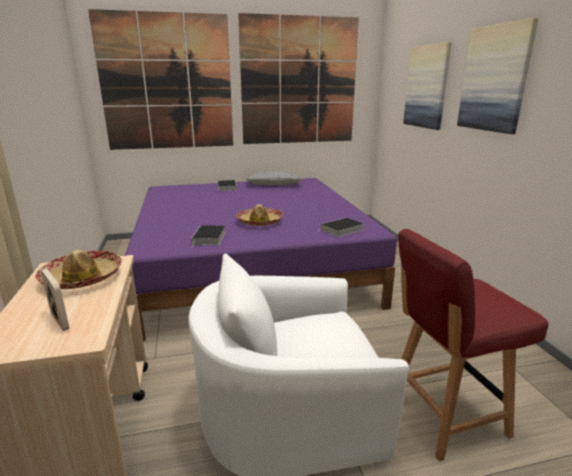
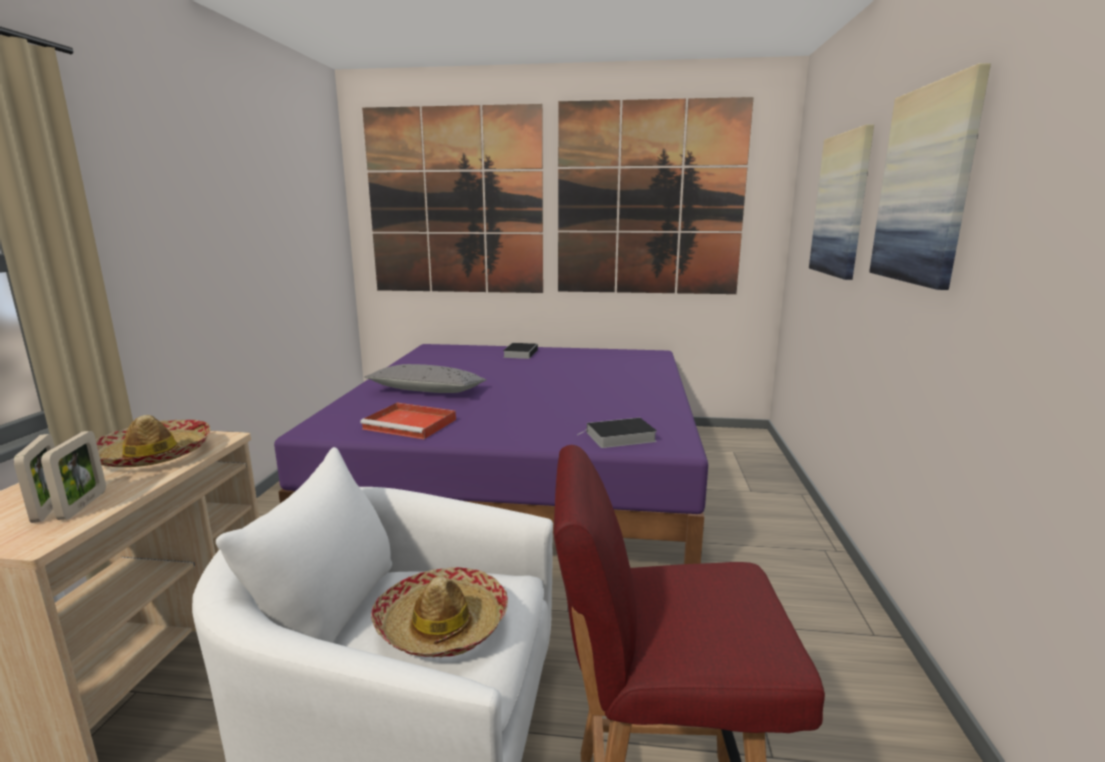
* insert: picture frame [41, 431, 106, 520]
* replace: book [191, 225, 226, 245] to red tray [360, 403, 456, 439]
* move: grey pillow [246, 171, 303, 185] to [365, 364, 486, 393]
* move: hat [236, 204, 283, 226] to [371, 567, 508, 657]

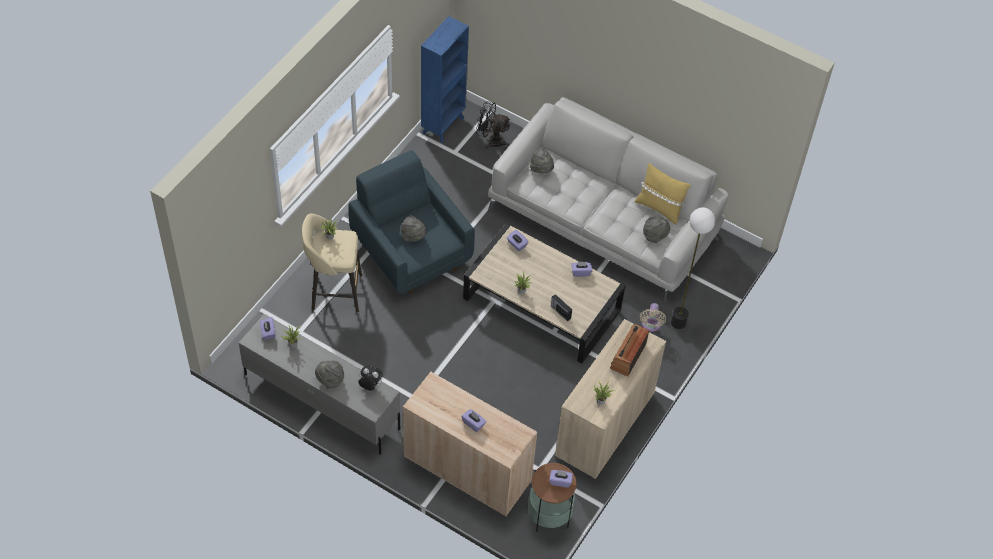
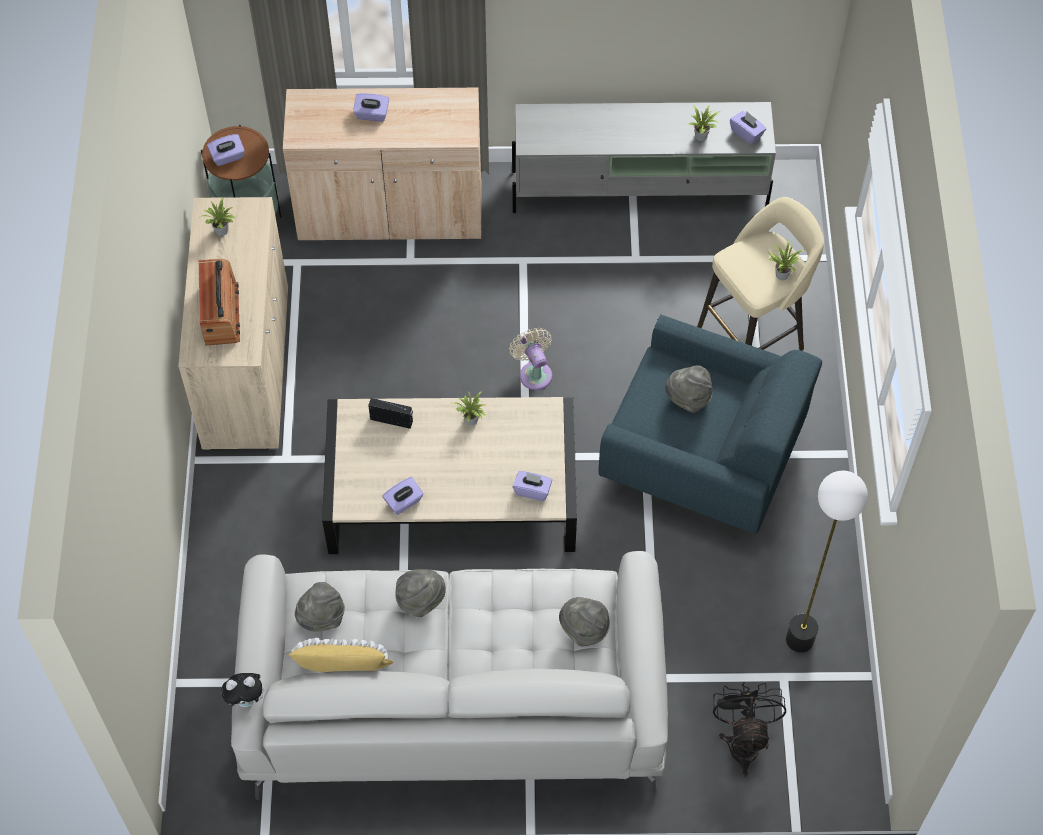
* move: plush toy [358, 366, 383, 391] to [221, 673, 267, 707]
* move: grey hat [315, 361, 344, 389] to [395, 569, 446, 617]
* move: beige fan [640, 303, 666, 332] to [509, 328, 552, 390]
* rotate: black fan [476, 101, 510, 149] = [713, 682, 786, 777] 75 degrees counterclockwise
* move: floor lamp [671, 207, 716, 329] to [786, 471, 868, 653]
* delete: blue bookcase [421, 16, 469, 143]

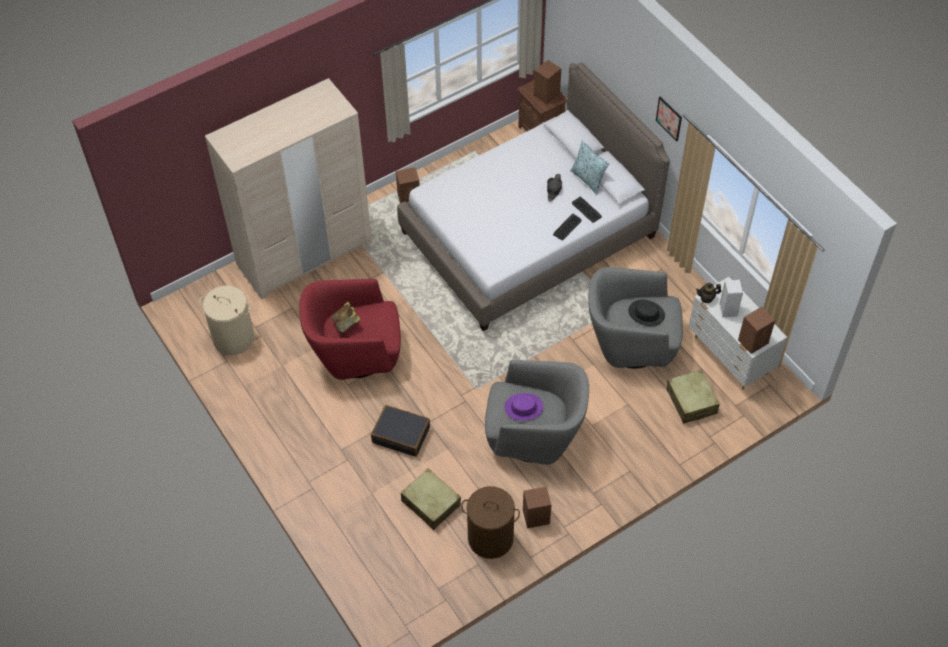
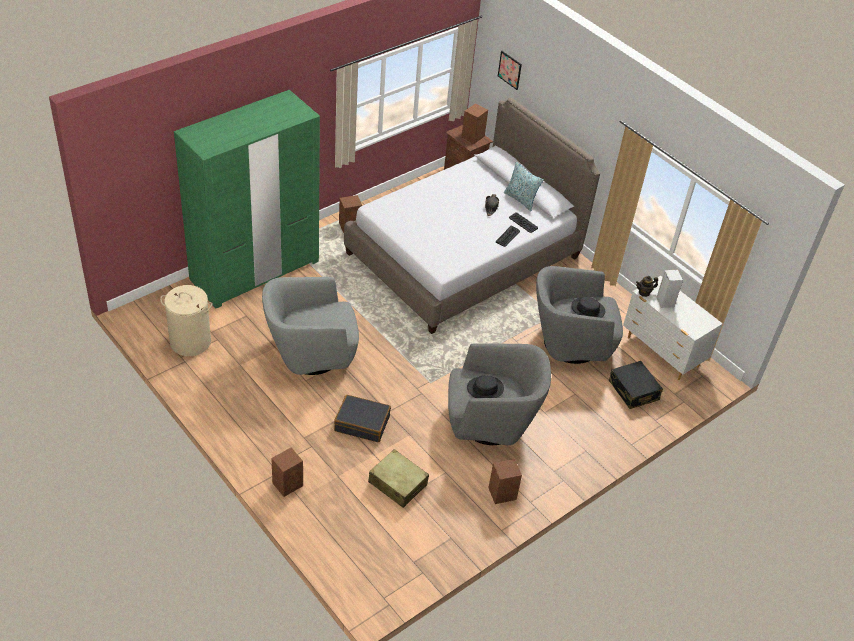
* recolor: beige wardrobe [205, 78, 372, 299] to green wardrobe [174, 90, 320, 308]
* recolor: red armchair [299, 279, 401, 380] to grey armchair [262, 277, 359, 375]
* move: brown speaker [738, 307, 775, 354] to [271, 448, 303, 497]
* recolor: purple hat [505, 393, 543, 421] to black hat [467, 375, 504, 398]
* move: picture [656, 96, 682, 141] to [498, 51, 522, 90]
* recolor: beige suitcase [666, 369, 720, 424] to black suitcase [609, 361, 663, 409]
* delete: book [332, 302, 361, 332]
* delete: brown laundry basket [461, 486, 520, 559]

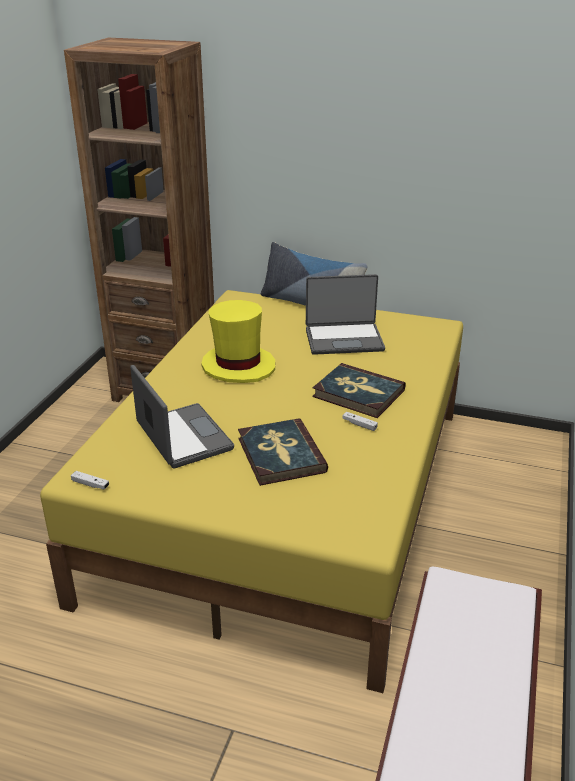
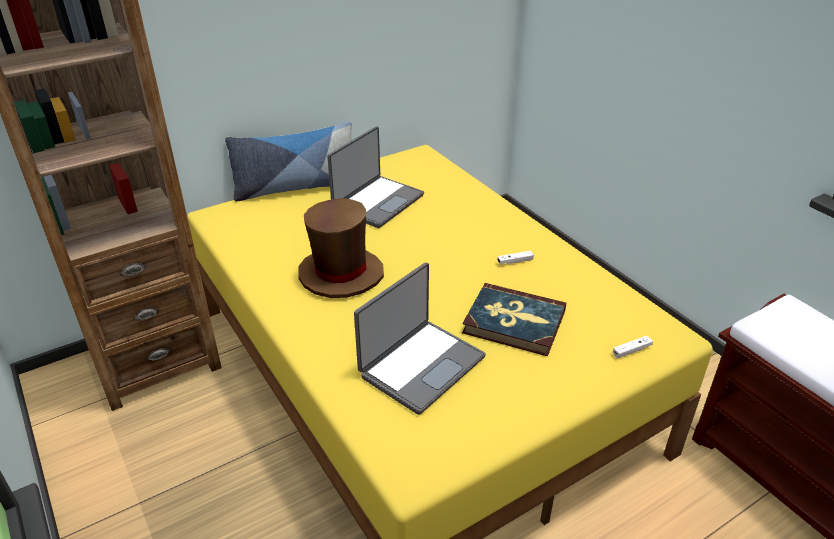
* recolor: yellow hat [201, 300, 275, 383] to brown hat [298, 198, 384, 298]
* rotate: laptop [130, 365, 234, 469] = [354, 262, 486, 415] 120 degrees clockwise
* move: white game controller [71, 471, 109, 490] to [613, 336, 653, 358]
* delete: book [312, 363, 406, 418]

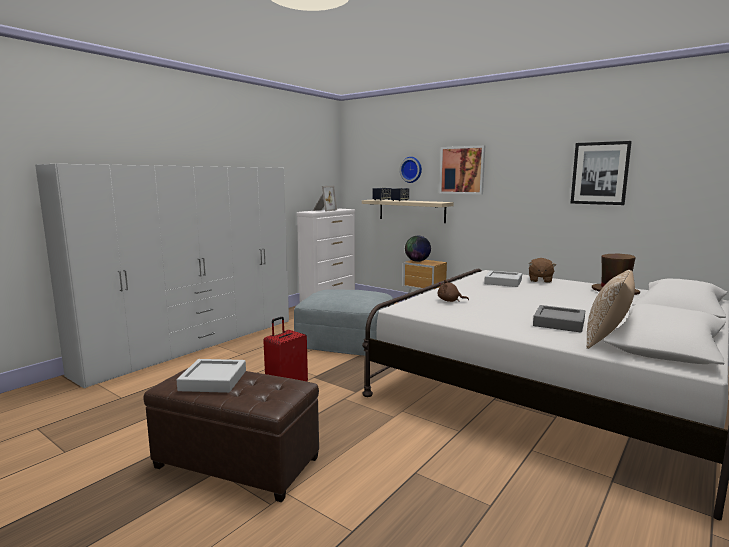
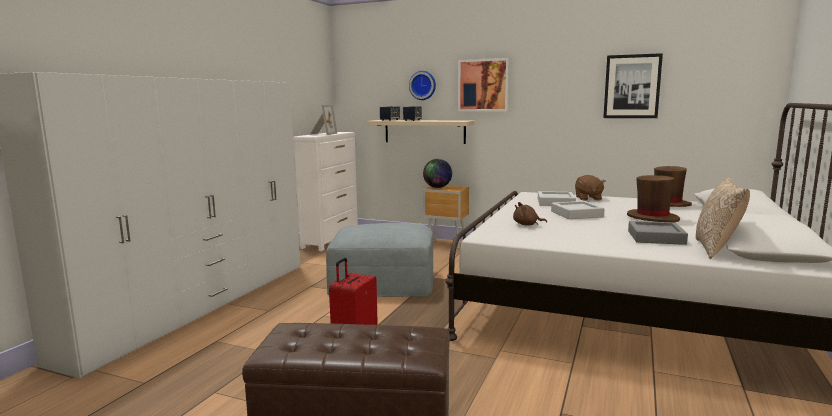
* move: grey tray [177, 359, 246, 393] to [551, 201, 605, 219]
* insert: brown hat [627, 175, 680, 222]

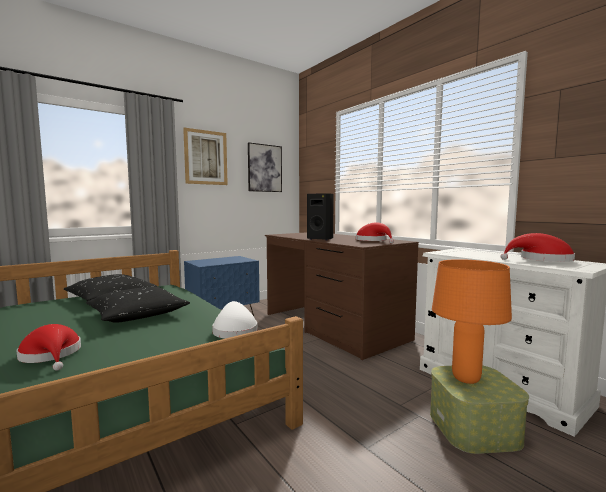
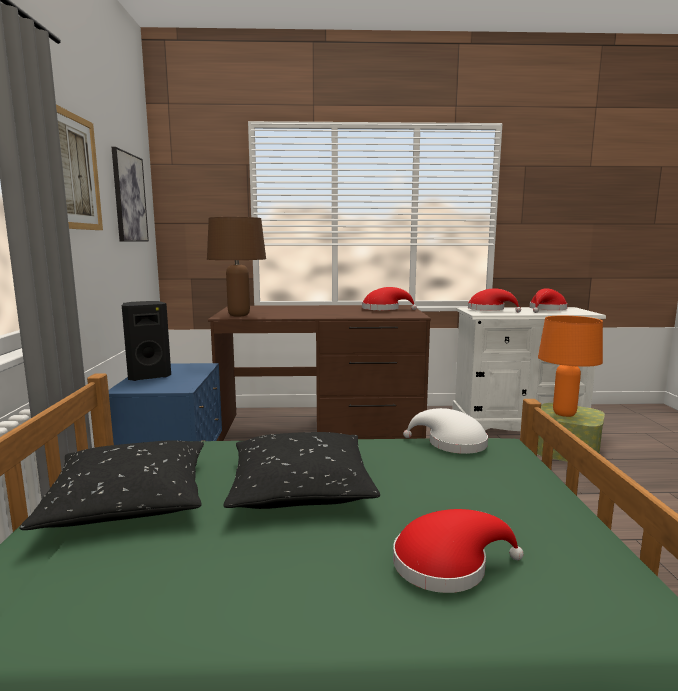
* move: black speaker [307, 193, 334, 240] to [122, 301, 171, 381]
* insert: brown table lamp [207, 217, 266, 316]
* insert: red hat [468, 288, 521, 312]

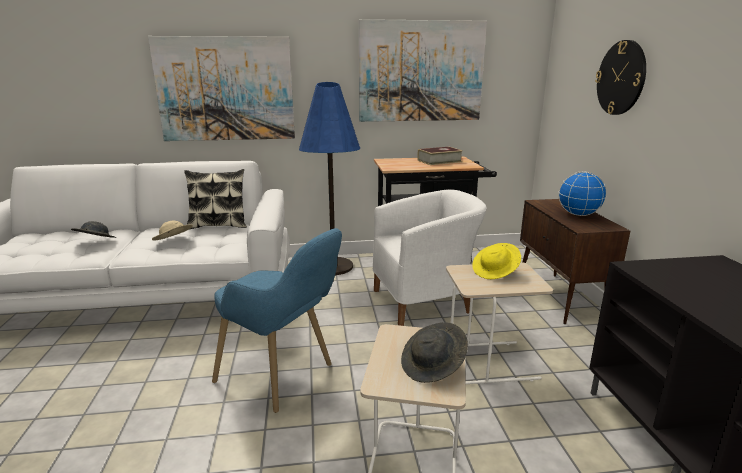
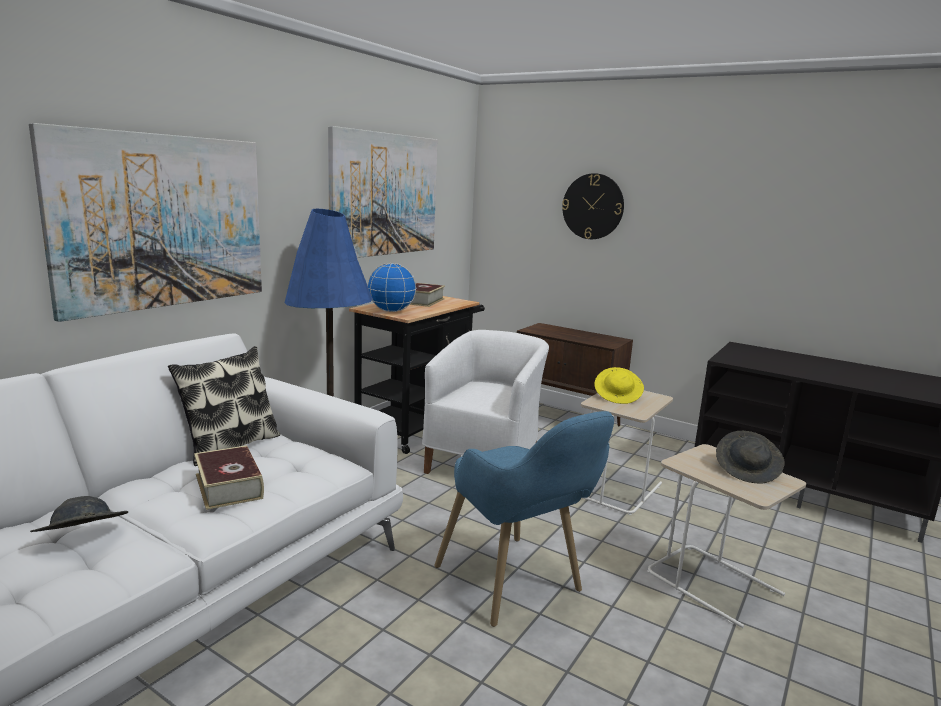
* replace: beige hat [152, 220, 193, 240] to book [194, 445, 264, 510]
* move: globe [559, 171, 607, 216] to [368, 263, 417, 312]
* rotate: blue armchair [212, 228, 342, 413] = [434, 411, 614, 627] 75 degrees clockwise

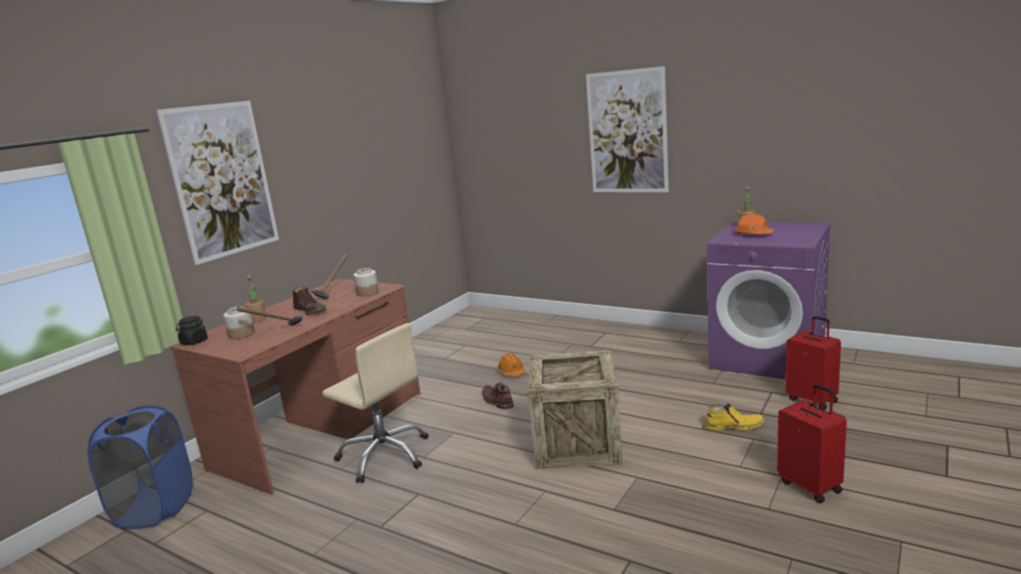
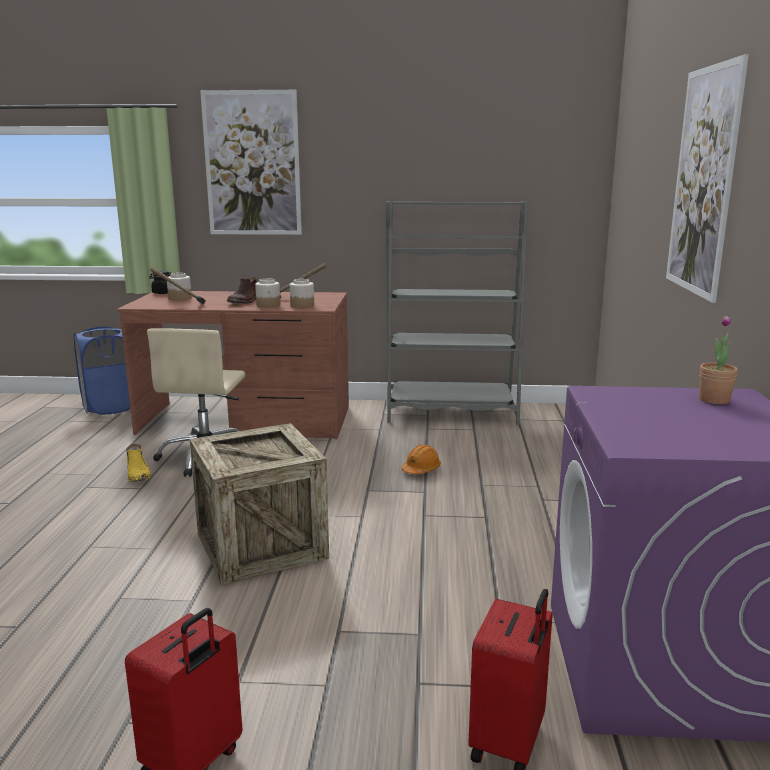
* move: yellow boot [705, 403, 765, 430] to [126, 444, 151, 482]
* insert: jar [255, 279, 280, 308]
* insert: grey bookcase [386, 201, 528, 425]
* delete: potted plant [245, 275, 266, 322]
* delete: brown boot [482, 382, 514, 409]
* delete: orange hard hat [735, 213, 774, 234]

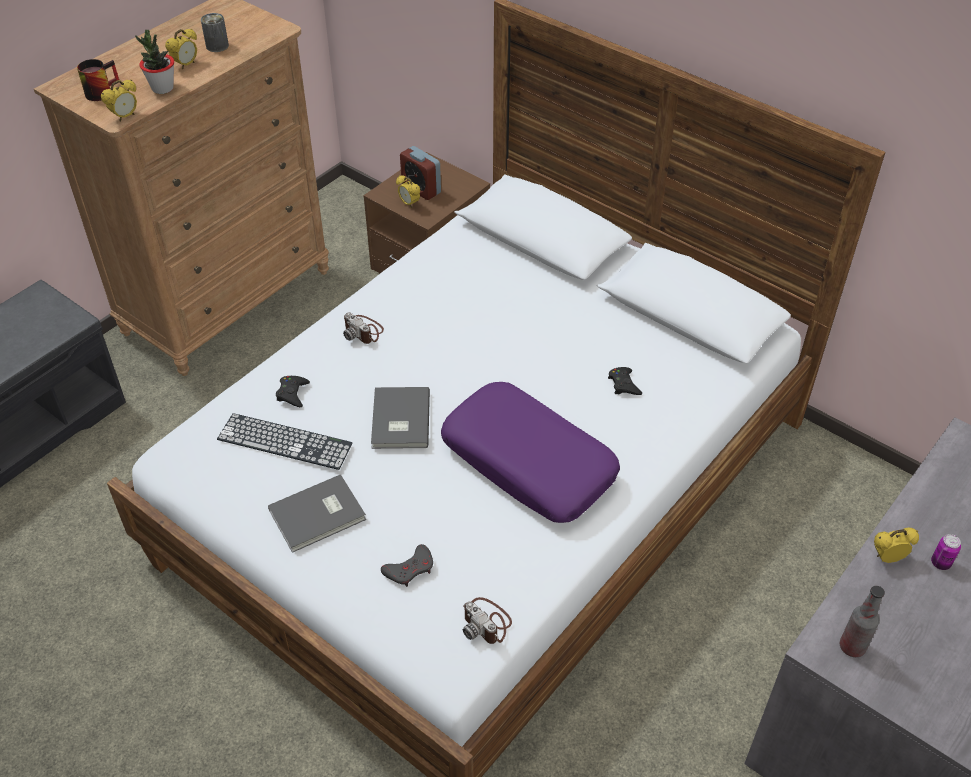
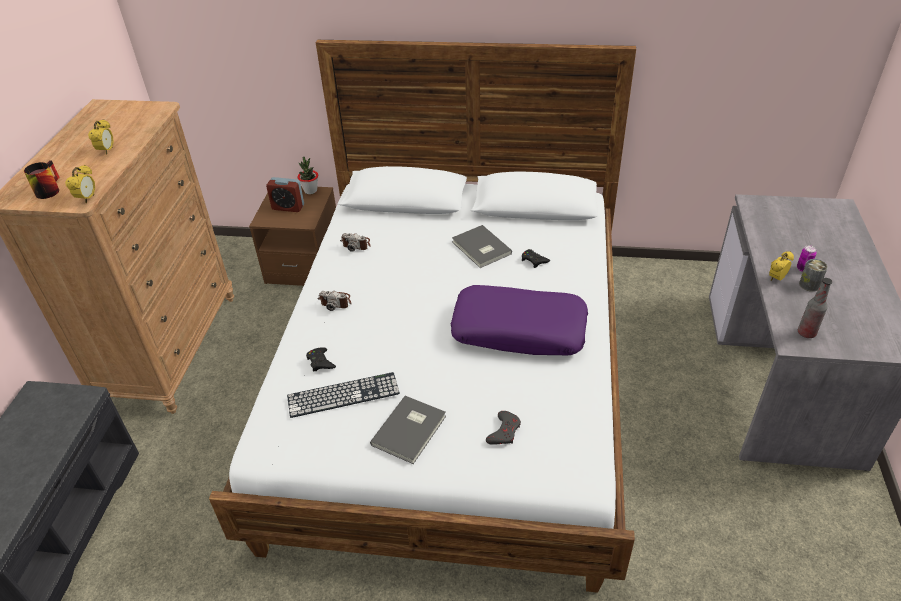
* move: potted plant [135, 30, 174, 94] to [298, 157, 318, 194]
* move: photo camera [463, 597, 512, 644] to [340, 233, 371, 252]
* move: grey book [371, 387, 430, 449] to [452, 225, 512, 268]
* move: can [201, 13, 229, 52] to [799, 259, 828, 292]
* delete: alarm clock [396, 175, 421, 208]

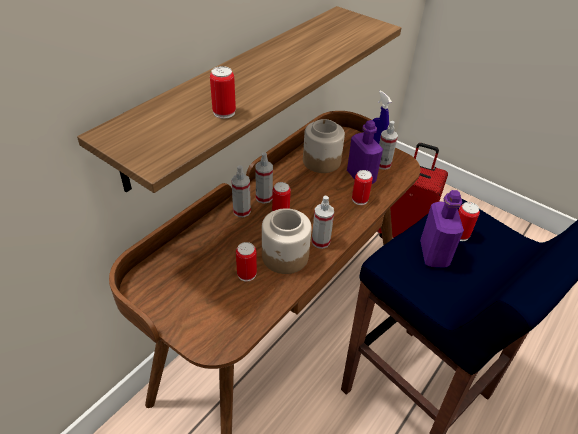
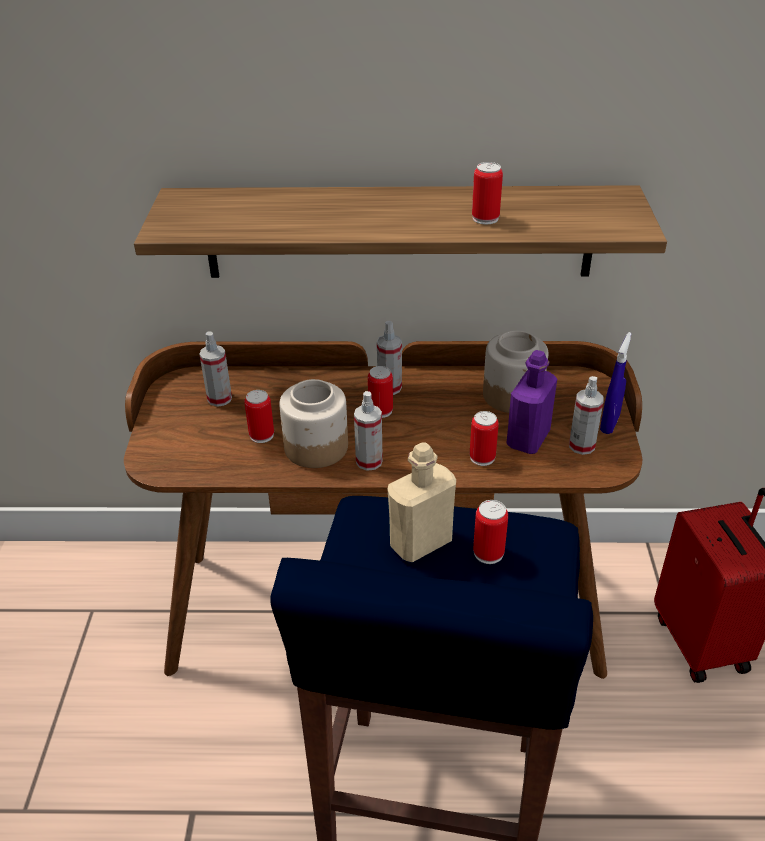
* move: spray bottle [231, 165, 251, 217] to [199, 331, 232, 407]
* recolor: purple bottle [420, 190, 464, 268] to beige bottle [388, 442, 456, 563]
* move: can [210, 66, 236, 119] to [472, 162, 503, 224]

